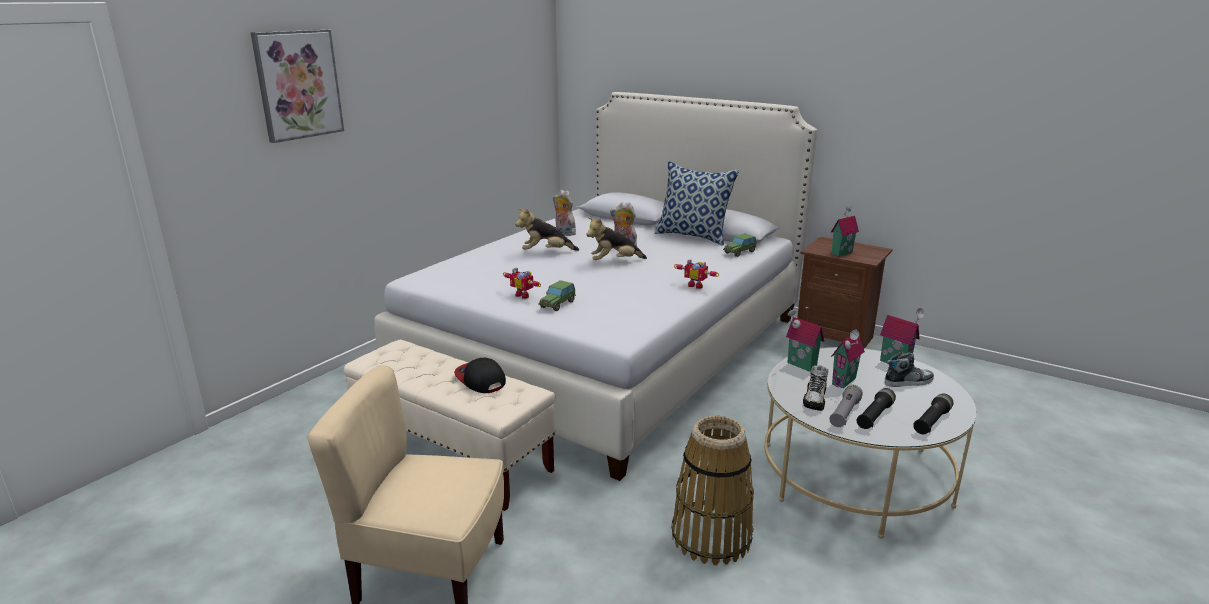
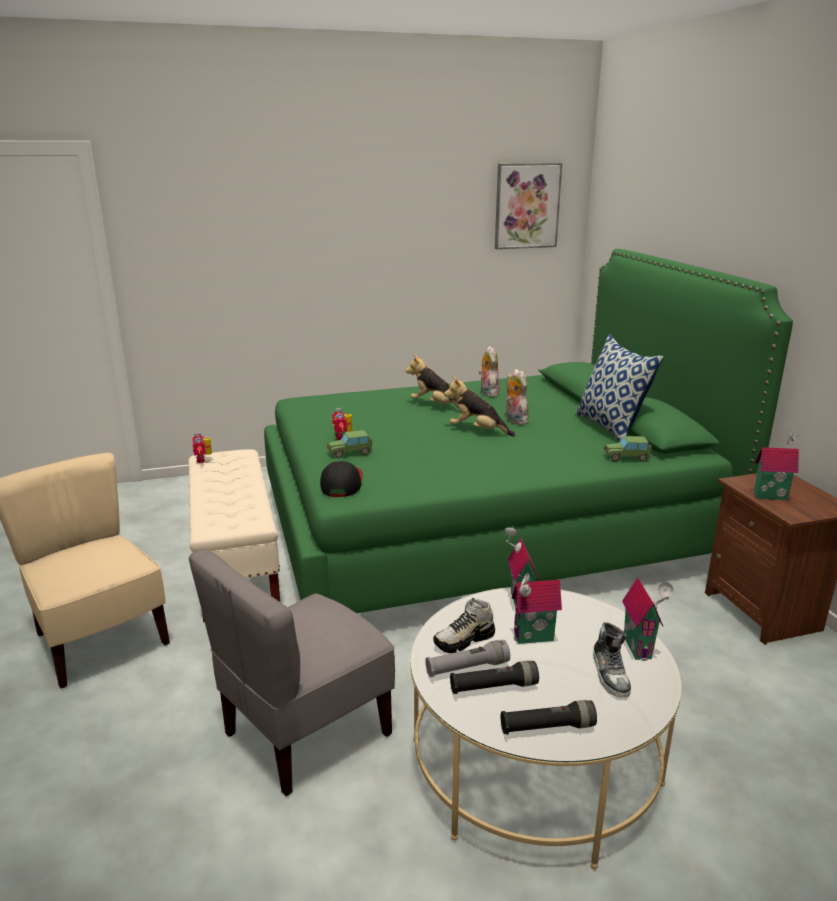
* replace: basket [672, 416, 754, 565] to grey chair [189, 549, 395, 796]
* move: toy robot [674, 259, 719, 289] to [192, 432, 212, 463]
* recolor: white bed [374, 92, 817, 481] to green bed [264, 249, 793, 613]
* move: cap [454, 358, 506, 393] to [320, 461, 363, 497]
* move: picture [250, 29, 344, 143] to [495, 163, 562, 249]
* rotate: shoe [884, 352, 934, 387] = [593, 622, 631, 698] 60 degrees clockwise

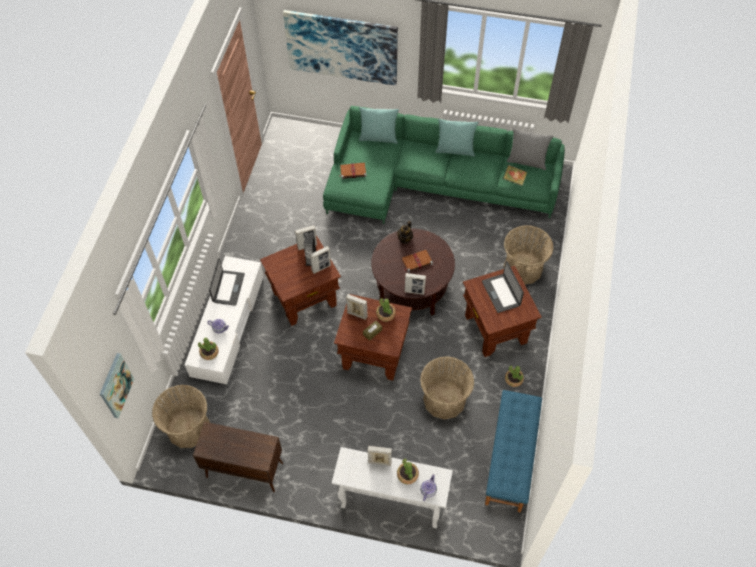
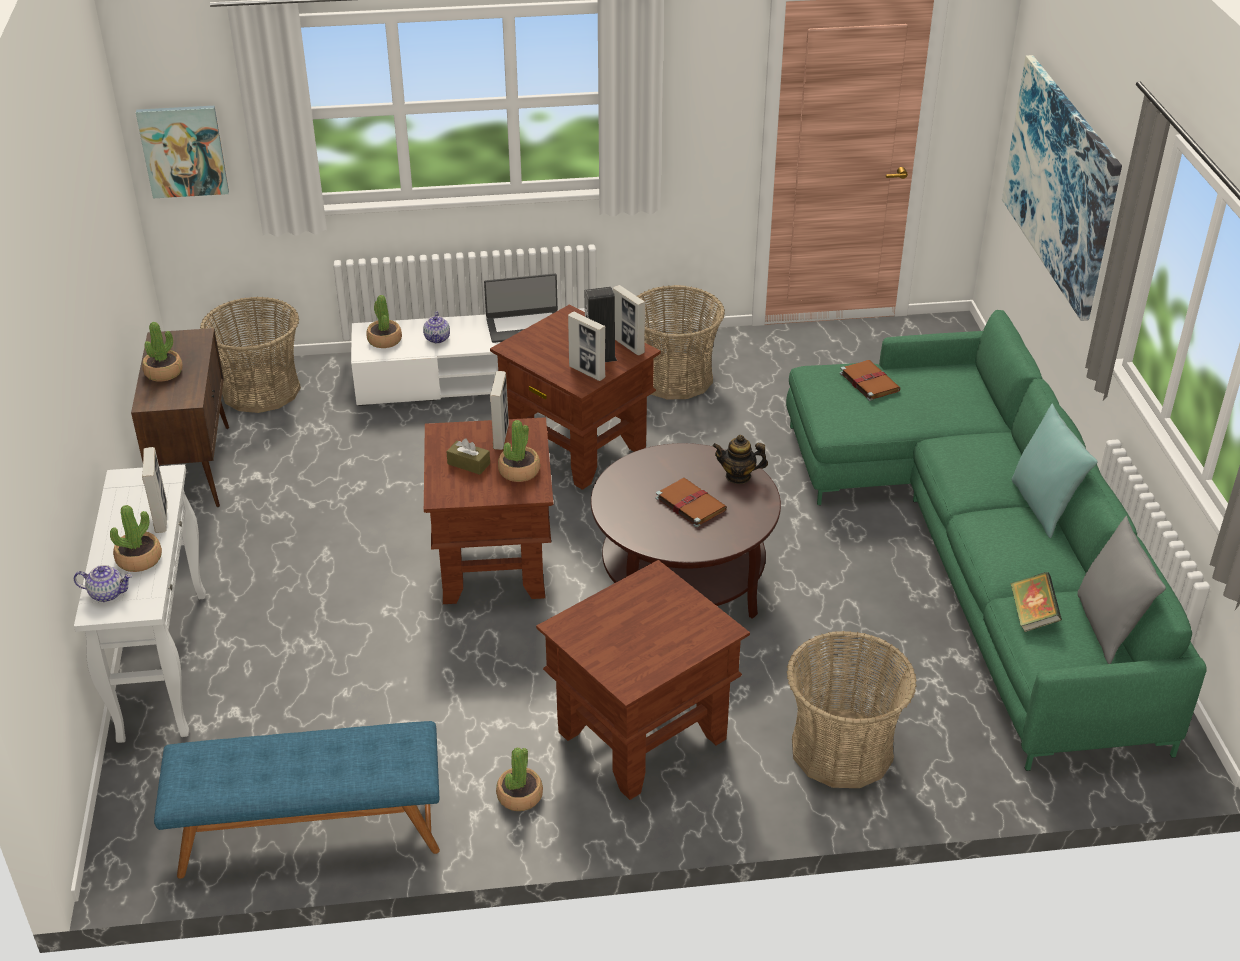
* insert: potted plant [142, 322, 183, 381]
* move: basket [420, 357, 474, 420] to [637, 285, 725, 400]
* delete: turquoise pillow [359, 107, 399, 144]
* delete: picture frame [405, 273, 426, 295]
* delete: laptop [482, 261, 524, 313]

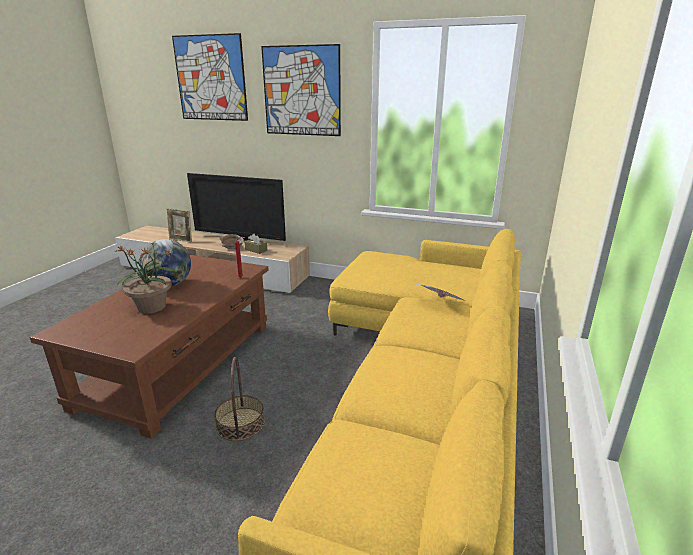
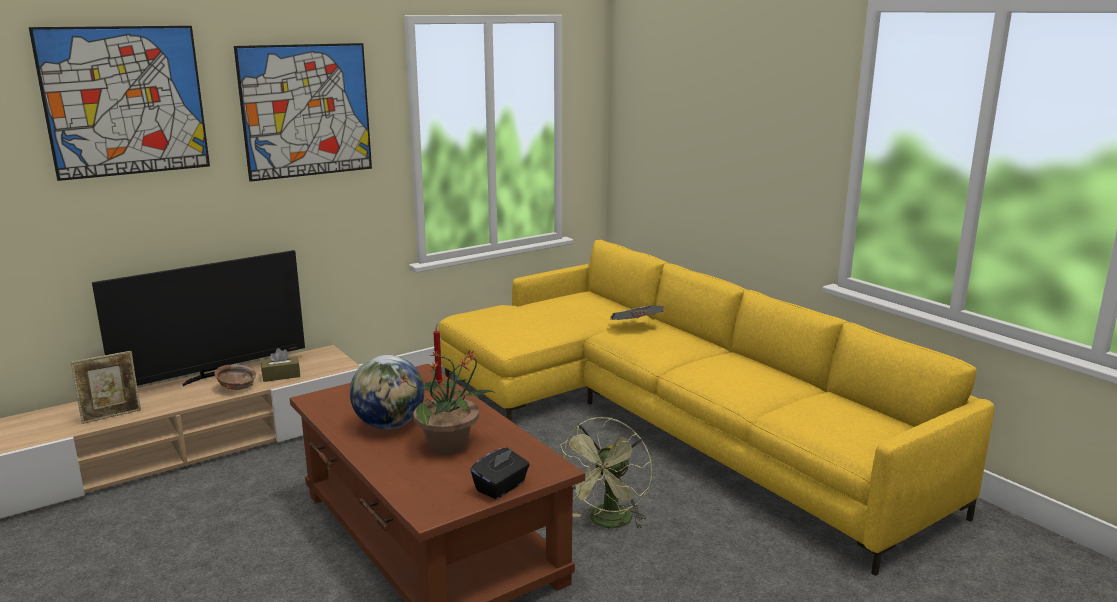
* insert: black tissue box [470, 448, 530, 499]
* replace: basket [214, 357, 265, 441] to green fan [560, 417, 652, 530]

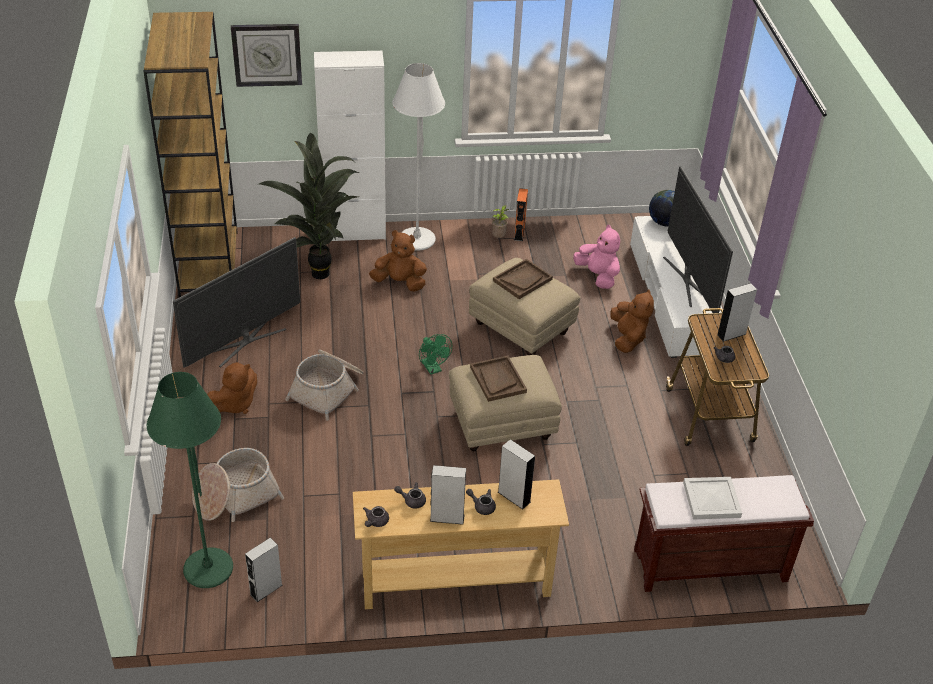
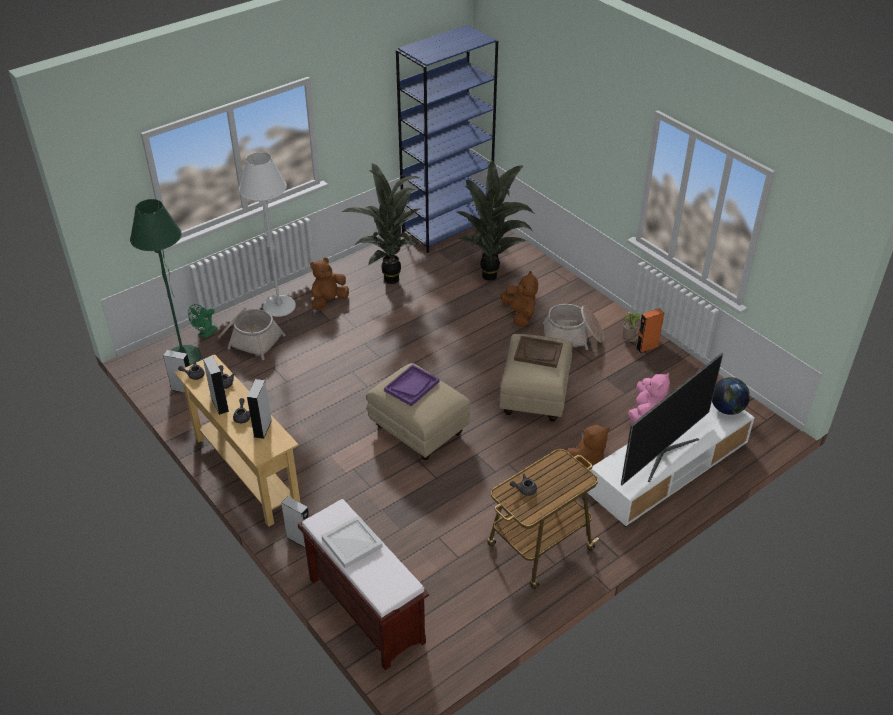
* move: green fan [419, 334, 452, 375] to [188, 304, 218, 339]
* move: white floor lamp [392, 63, 445, 251] to [239, 152, 296, 317]
* move: grey speaker [717, 283, 757, 342] to [281, 496, 309, 548]
* rotate: brown plush toy [207, 362, 257, 414] = [310, 258, 349, 310] 120 degrees clockwise
* replace: television [173, 237, 300, 368] to potted plant [342, 163, 423, 284]
* recolor: brown tray [470, 355, 527, 402] to purple tray [384, 364, 440, 406]
* recolor: brown bookcase [144, 12, 238, 297] to blue bookcase [396, 25, 498, 253]
* move: basket [285, 349, 364, 421] to [543, 304, 604, 350]
* delete: wall clock [231, 24, 302, 87]
* delete: white cabinet [314, 51, 386, 241]

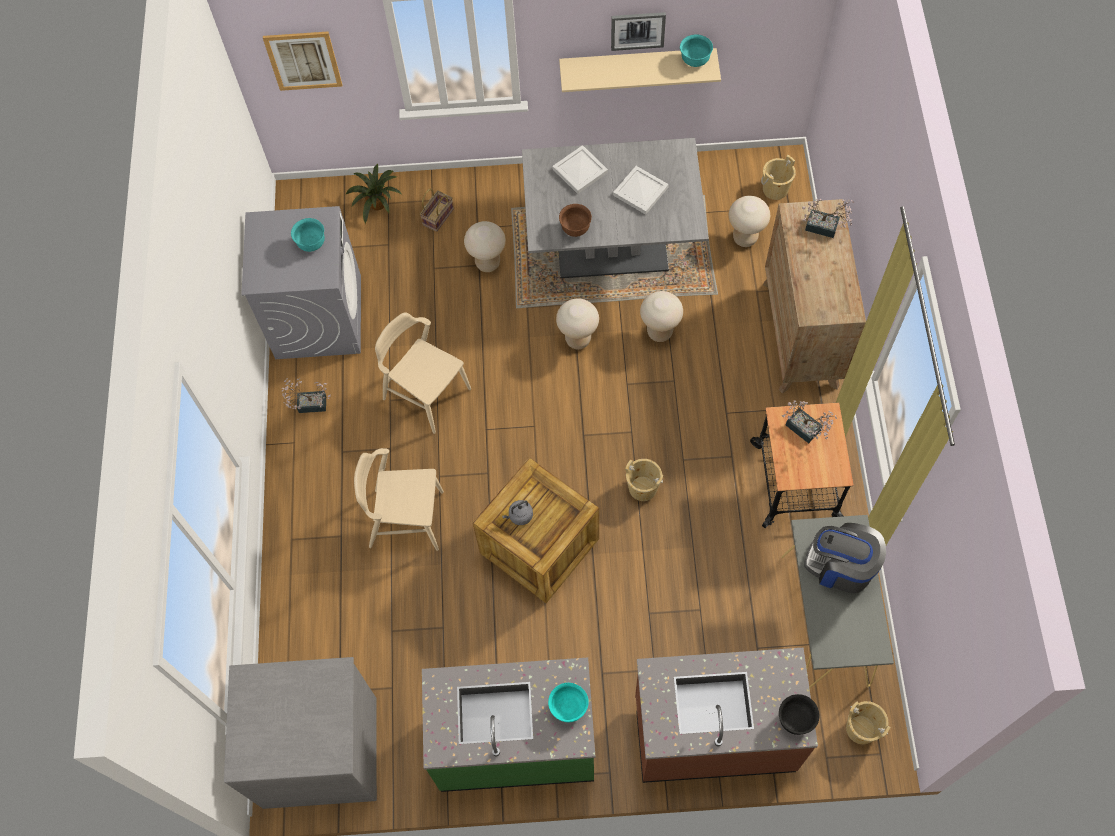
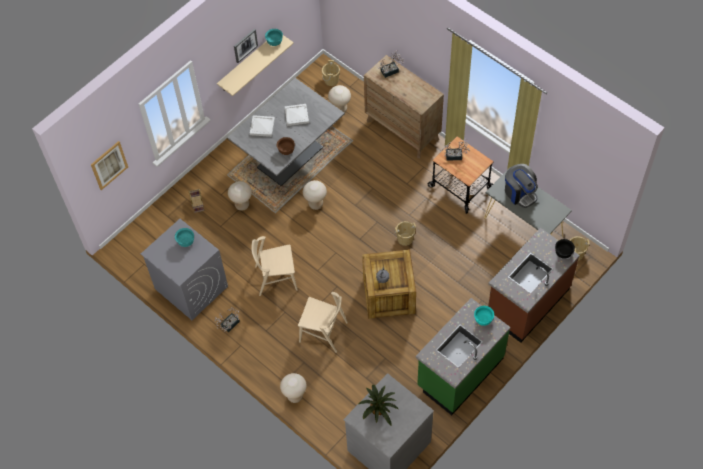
* move: beige stool [640, 291, 683, 342] to [280, 373, 307, 403]
* rotate: beige chair [354, 448, 444, 551] = [298, 292, 348, 353] 120 degrees counterclockwise
* move: potted plant [346, 164, 402, 224] to [359, 385, 398, 426]
* rotate: coffee machine [804, 523, 886, 593] = [505, 164, 538, 208] 105 degrees counterclockwise

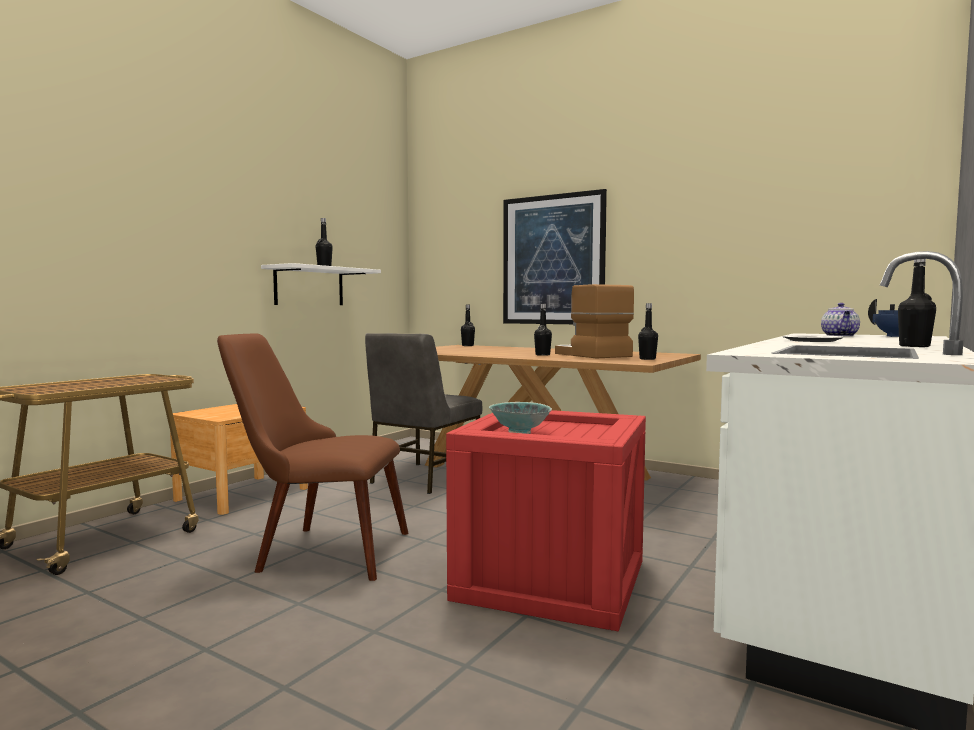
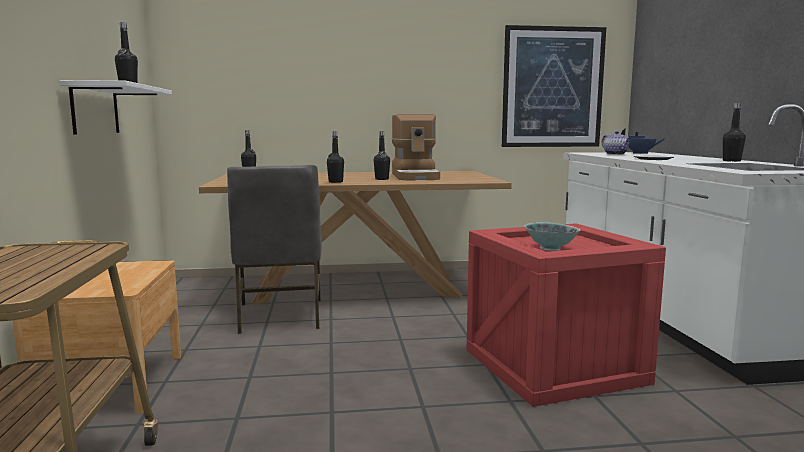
* move: black bottle [638, 303, 658, 360] to [327, 131, 344, 183]
* rotate: coffee machine [555, 284, 634, 359] = [392, 114, 440, 181] 120 degrees counterclockwise
* move: picture [503, 189, 607, 324] to [502, 25, 606, 147]
* delete: brown chair [217, 333, 408, 581]

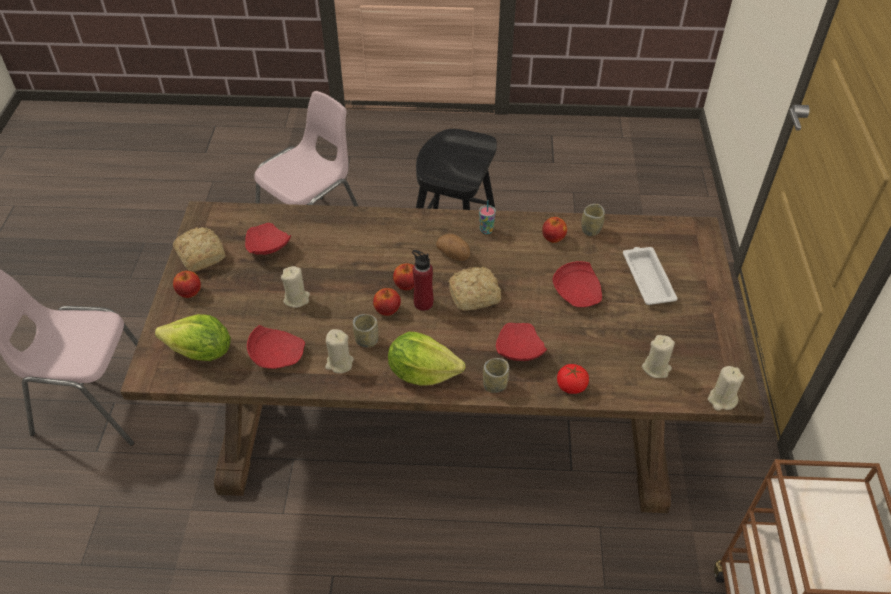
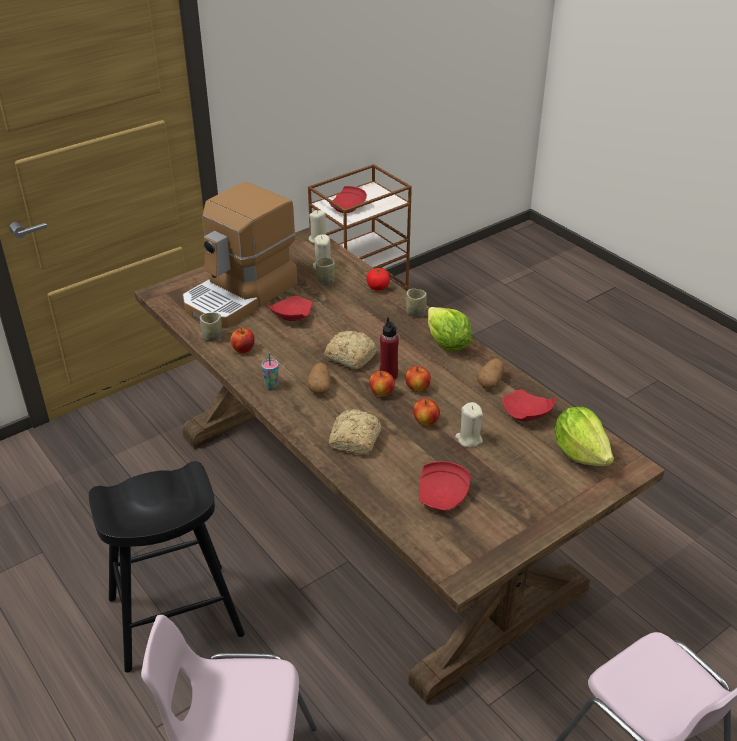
* replace: white tray [623, 247, 678, 305] to coffee machine [183, 182, 297, 327]
* move: cup [353, 314, 378, 347] to [316, 257, 336, 286]
* move: red plate [496, 323, 547, 361] to [329, 186, 367, 213]
* move: bread [173, 227, 225, 272] to [329, 409, 381, 455]
* move: apple [173, 271, 201, 298] to [413, 399, 440, 426]
* replace: beige candle [325, 329, 354, 373] to potato [477, 358, 504, 389]

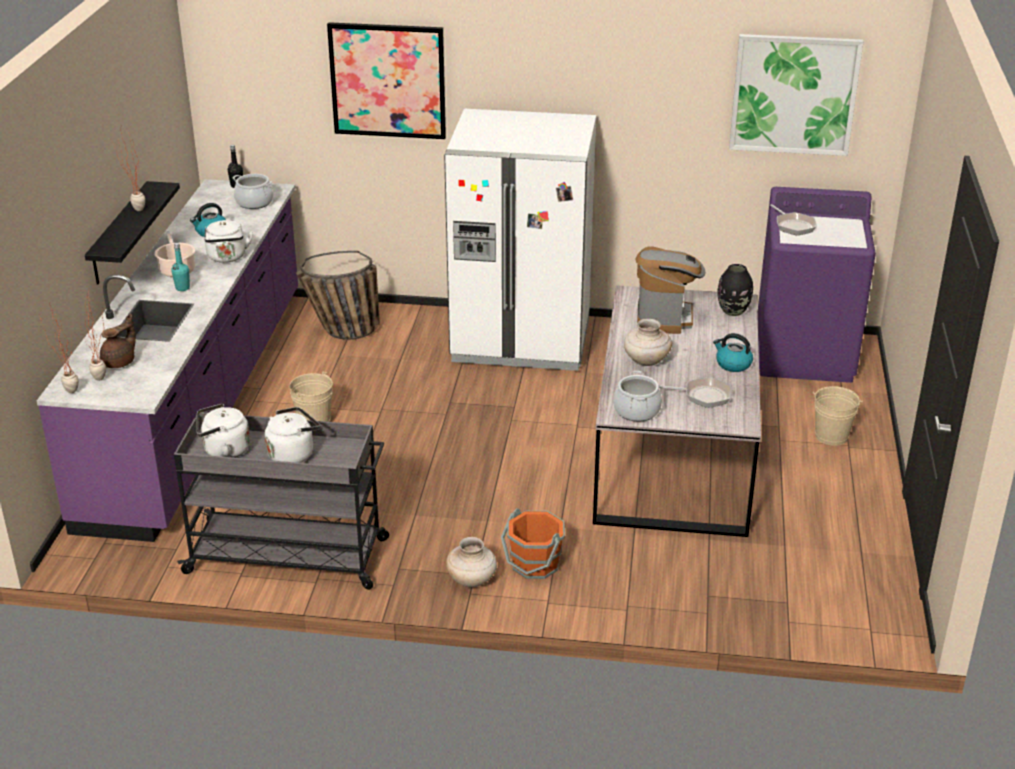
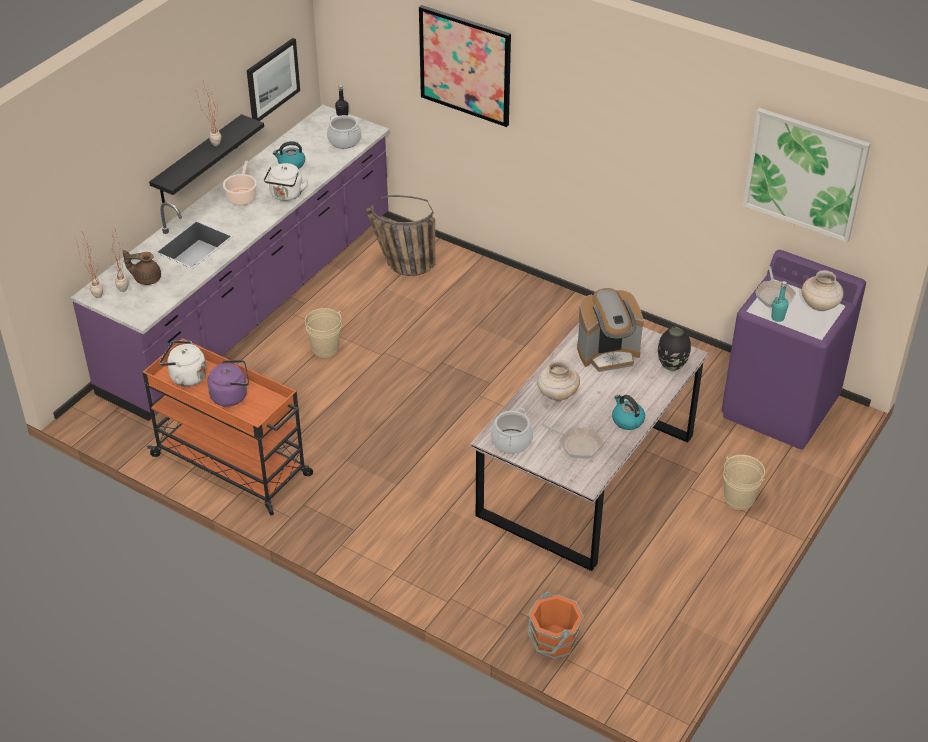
* rotate: brown teapot [100, 314, 136, 368] = [123, 250, 161, 285] 150 degrees counterclockwise
* recolor: grey cart [174, 412, 389, 590] to orange cart [142, 338, 313, 515]
* recolor: white kettle [265, 407, 320, 463] to purple kettle [207, 360, 249, 407]
* insert: picture [247, 38, 300, 121]
* move: orange bucket [501, 509, 565, 579] to [528, 592, 584, 659]
* rotate: coffee machine [636, 246, 705, 334] = [577, 288, 644, 372] 45 degrees clockwise
* move: turquoise bottle [172, 243, 190, 291] to [772, 281, 788, 322]
* move: beige vase [446, 537, 497, 587] to [802, 270, 844, 311]
* delete: white fridge [444, 109, 596, 371]

